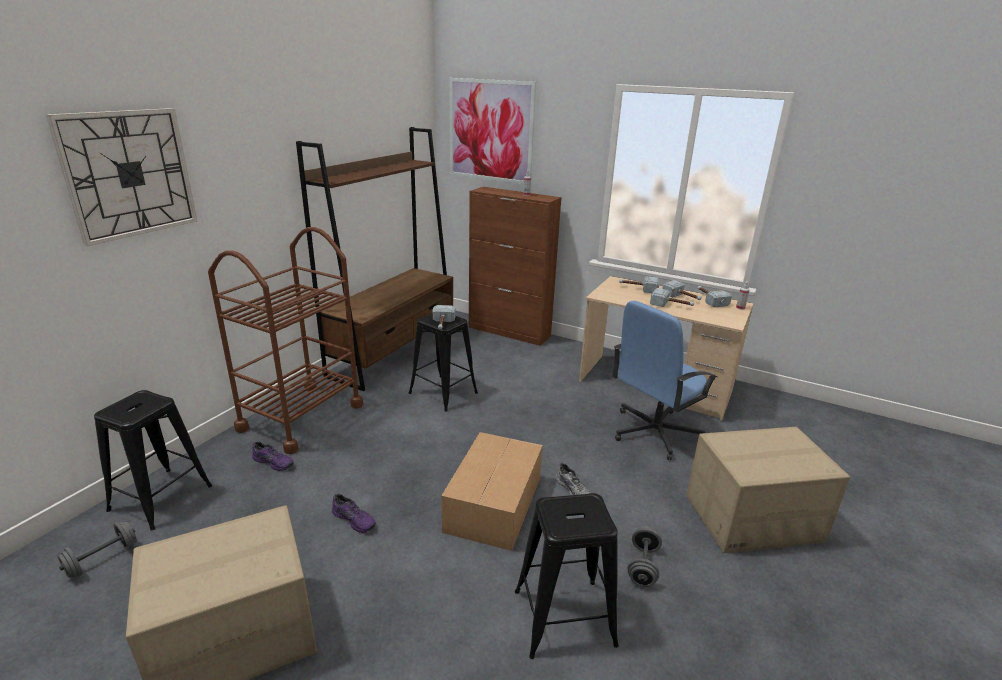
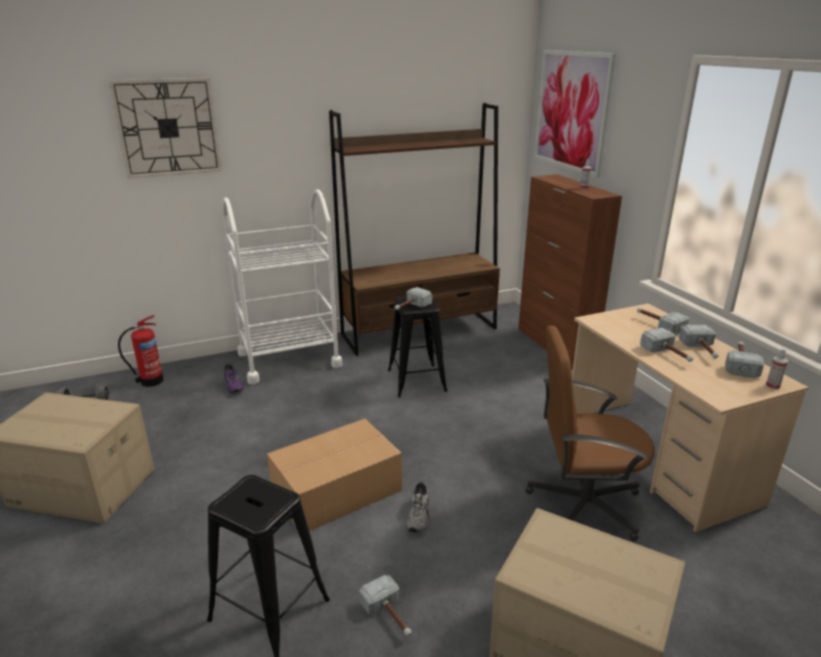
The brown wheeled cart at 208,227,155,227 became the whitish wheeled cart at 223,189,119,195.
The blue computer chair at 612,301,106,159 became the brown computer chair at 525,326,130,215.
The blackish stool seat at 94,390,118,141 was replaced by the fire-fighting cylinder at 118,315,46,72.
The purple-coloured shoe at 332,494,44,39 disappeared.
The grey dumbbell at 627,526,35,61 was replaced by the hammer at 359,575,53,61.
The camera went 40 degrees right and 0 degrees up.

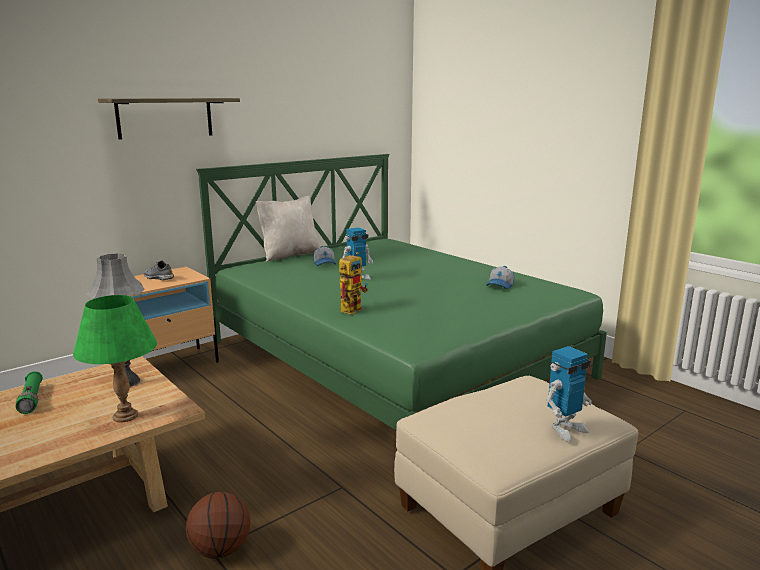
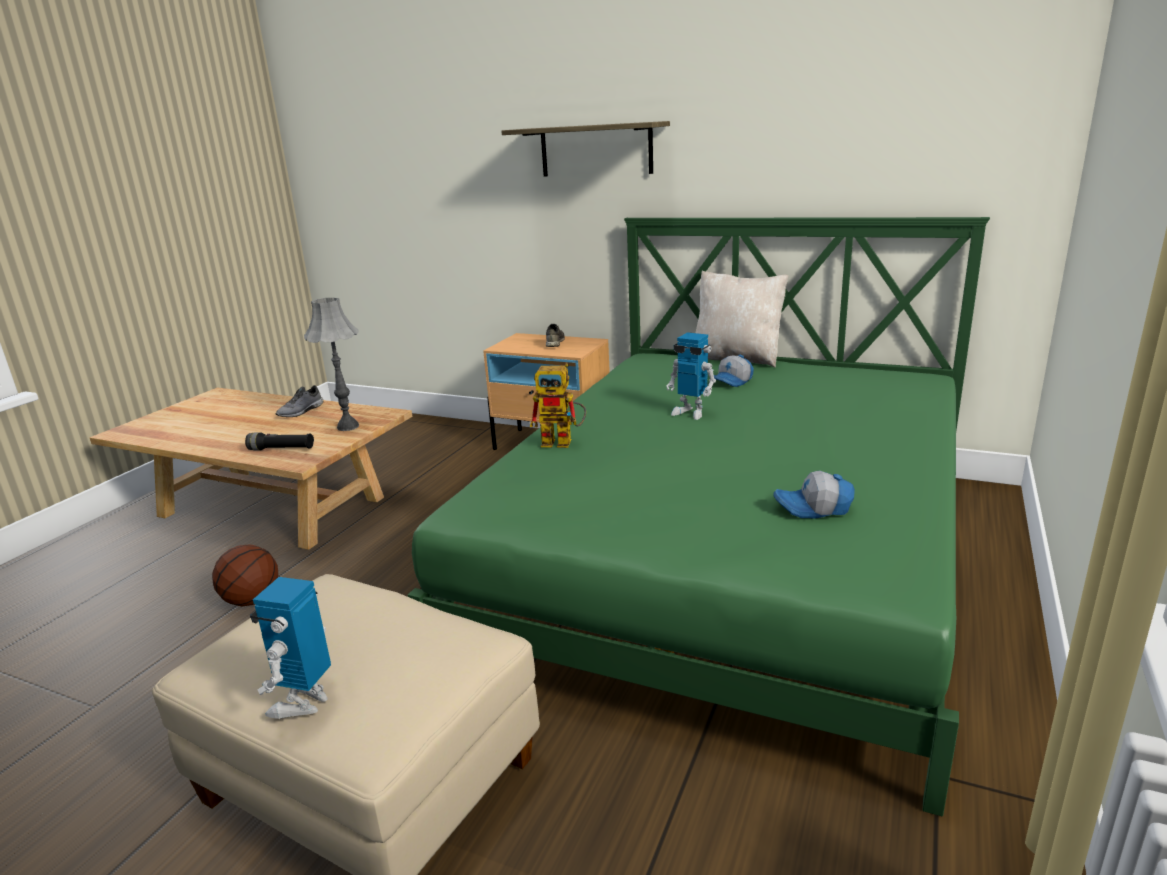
The green lamp for a table at 73,295,84,127 was replaced by the blackish flashlight at 245,432,69,18.
The robot figure at 546,346,46,95 turned 75 degrees clockwise.
The green flashlight at 16,371,27,43 was replaced by the grey shoe at 276,385,47,32.
The camera went 65 degrees right and 5 degrees up.

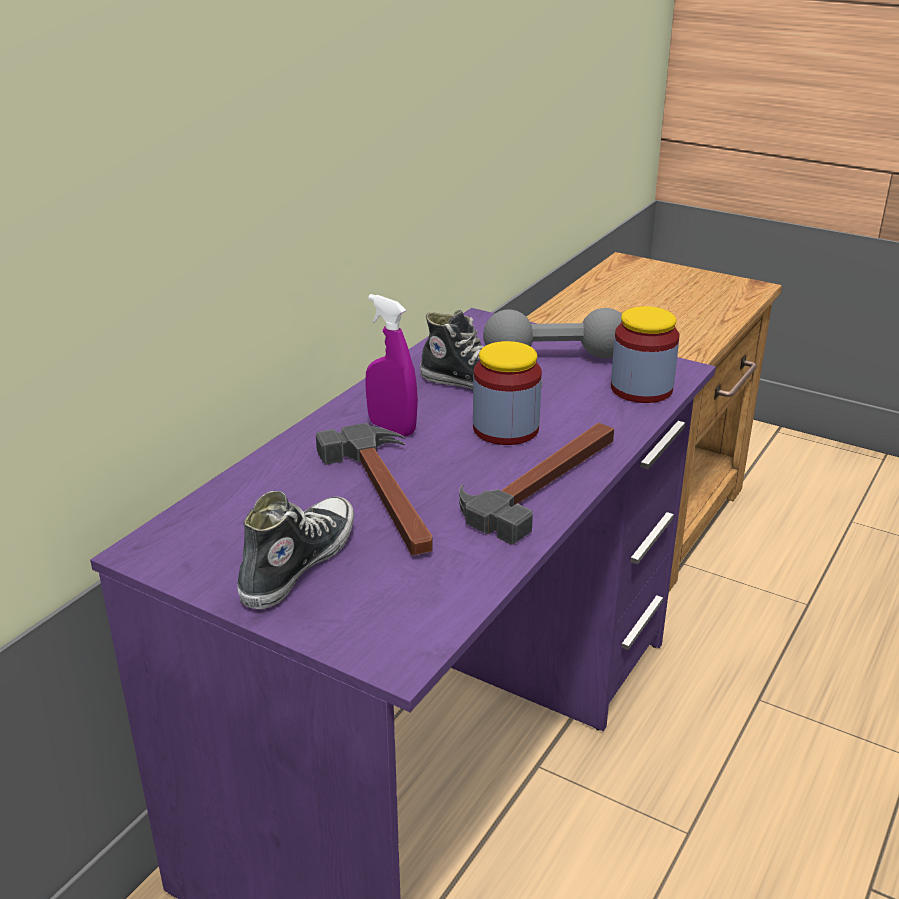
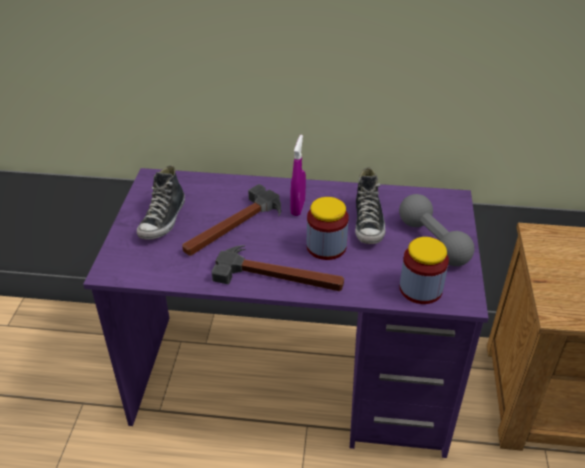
The shoe at 237,491,117,118 turned 105 degrees clockwise.
The camera went 65 degrees right and 10 degrees up.

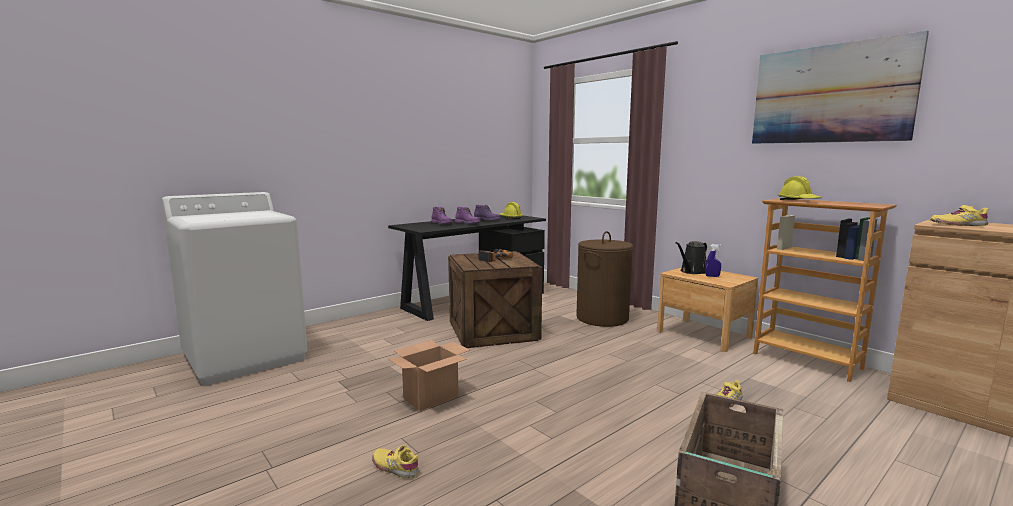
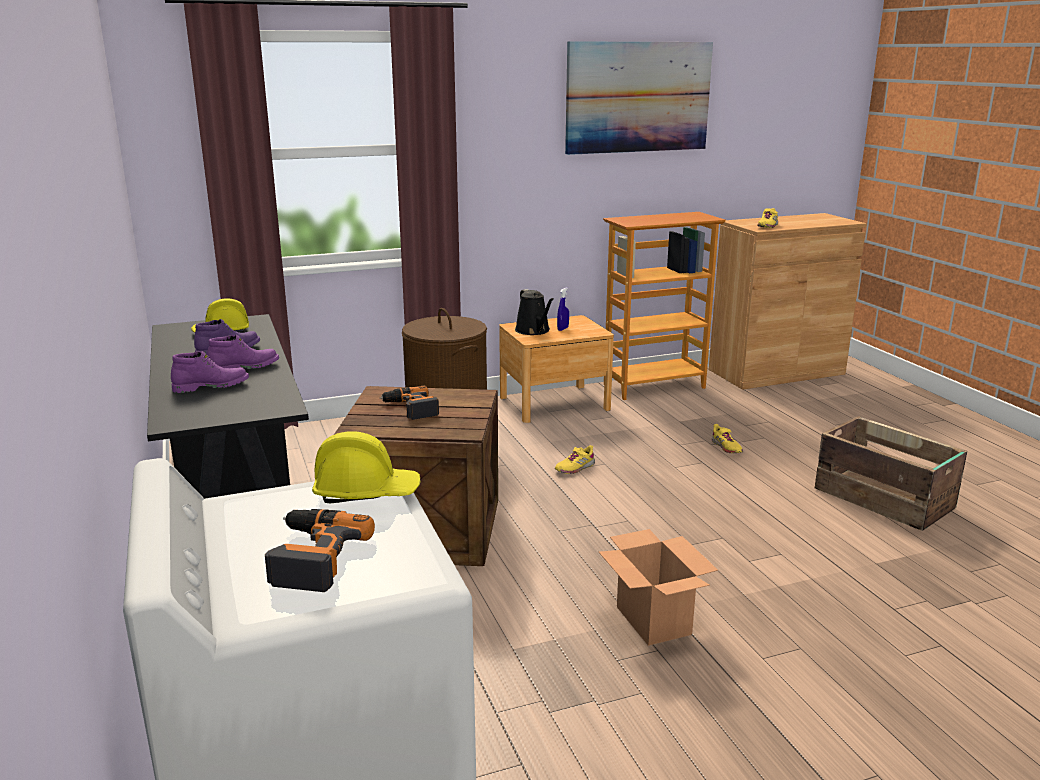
The yellow hard hat moved from 777,176,45,24 to 312,431,109,72.
The yellow shoe moved from 372,445,47,33 to 555,445,40,29.
The electric drill at 265,509,110,83 appeared.
The camera went 70 degrees left and 10 degrees up.

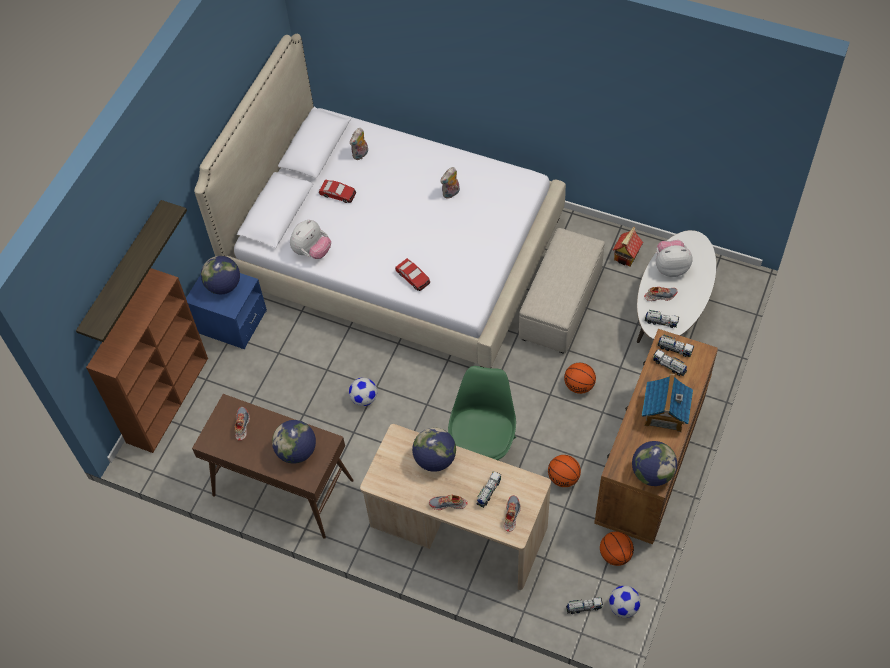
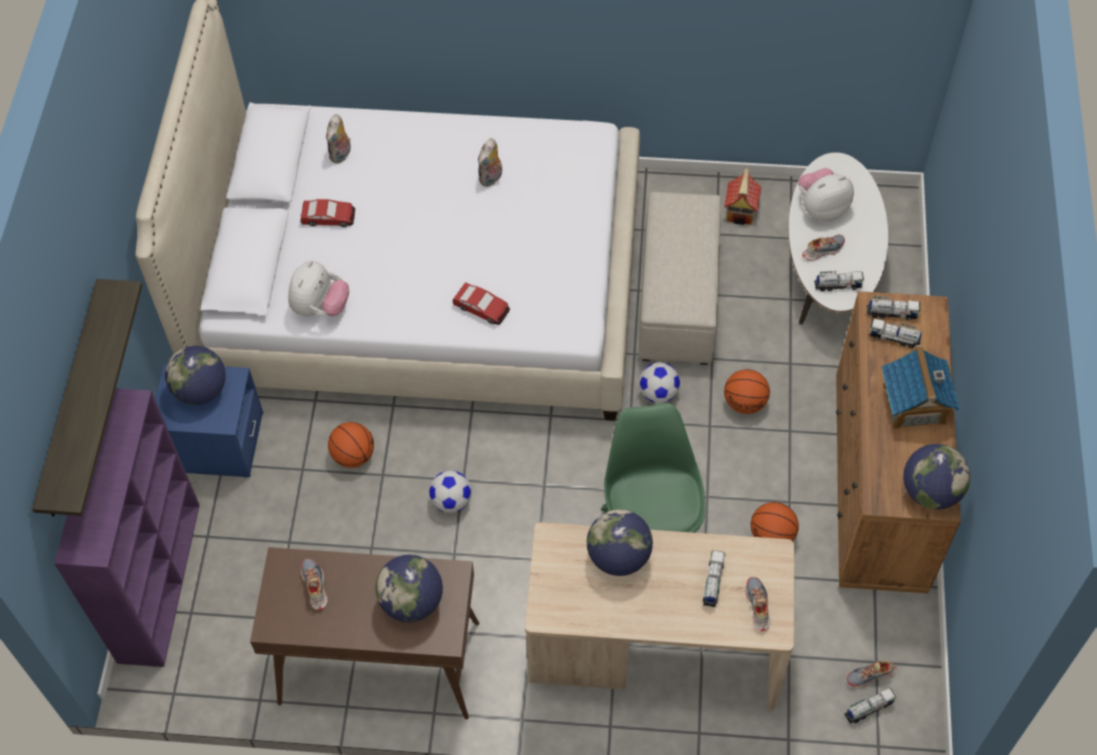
The brown shelving unit at 86,268,122,185 became the purple-coloured shelving unit at 54,388,146,279.
The shoe moved from 429,495,38,15 to 847,661,49,27.
The ball for basketball moved from 600,531,34,35 to 328,422,46,46.
The football moved from 609,586,32,32 to 639,362,41,41.
The camera went 20 degrees left and 0 degrees up.

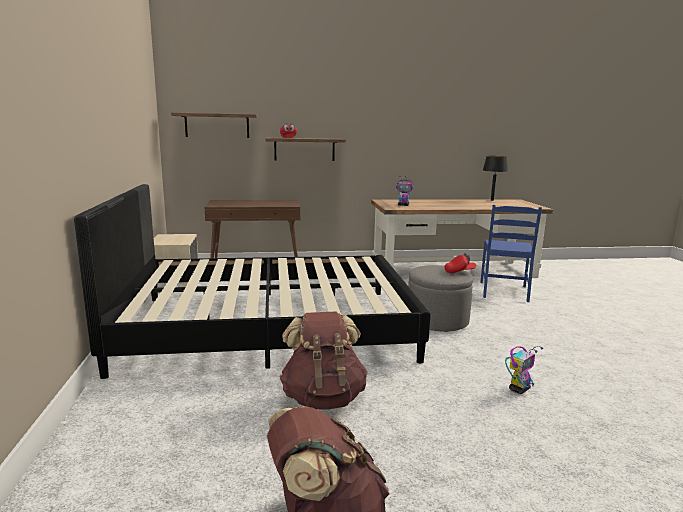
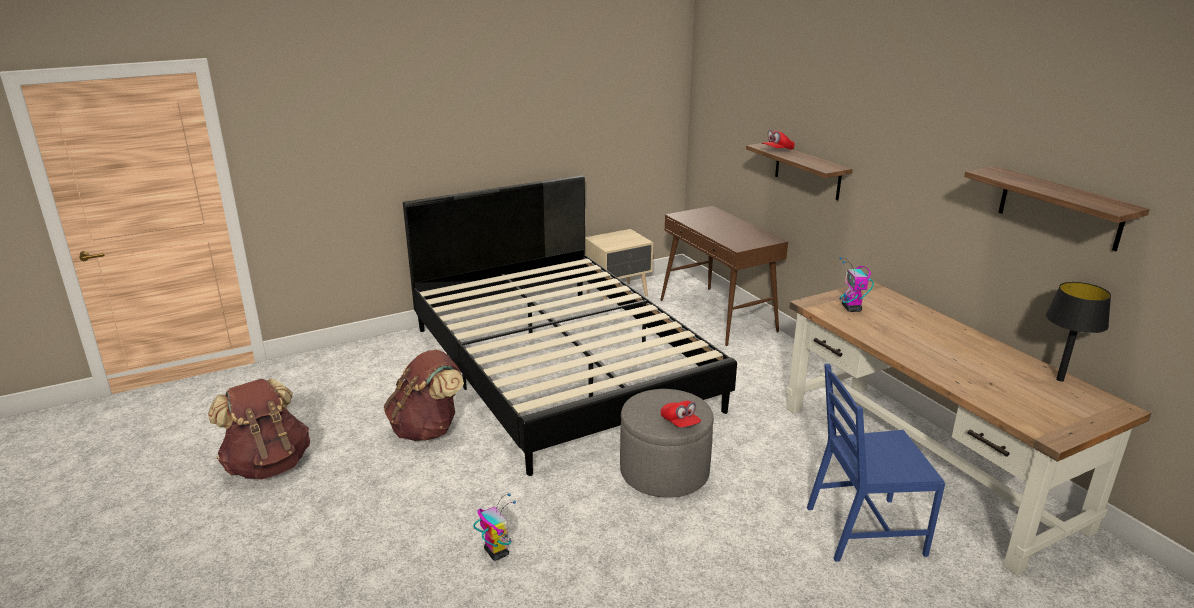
The wall shelf moved from 171,113,86,25 to 964,166,186,85.
The robot figure at 505,346,38,48 turned 150 degrees counterclockwise.
The camera went 70 degrees right and 10 degrees up.

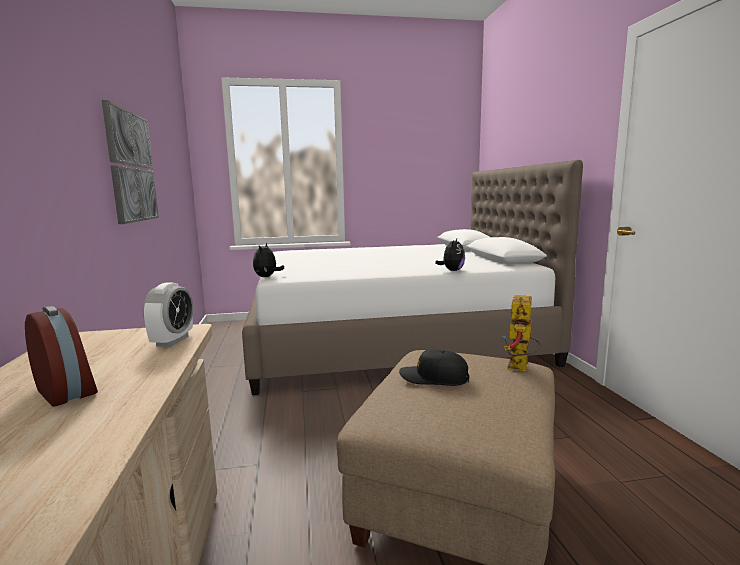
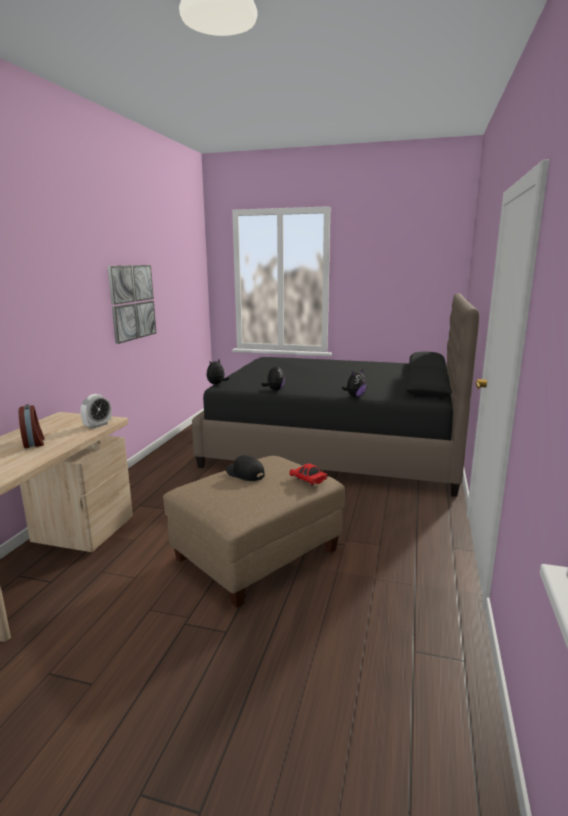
The whitish bed at 242,160,341,235 became the blackish bed at 192,293,287,204.
The robot figure at 502,295,39,76 was replaced by the red miniature car at 289,463,39,23.
The plush toy at 261,364,24,27 appeared.
The camera went 25 degrees right and 5 degrees up.

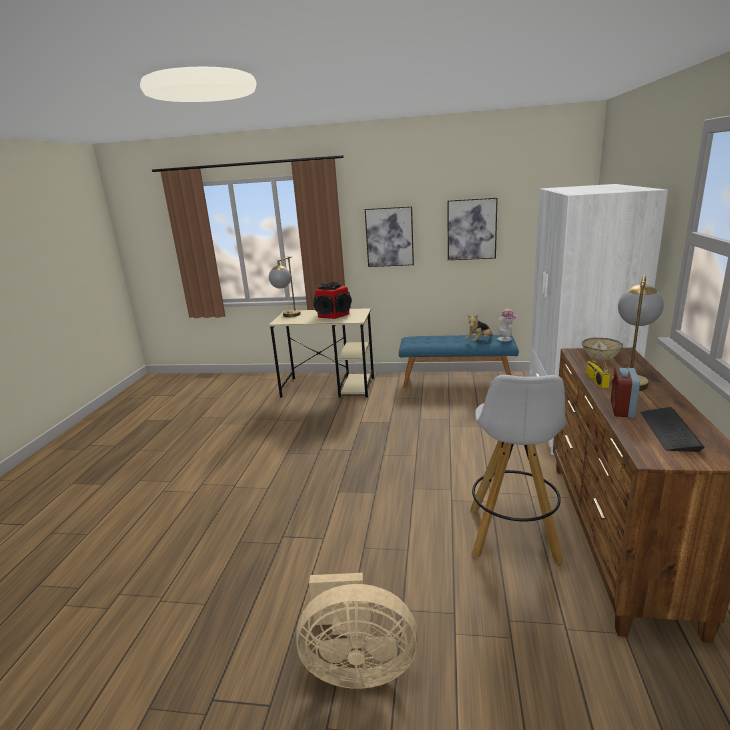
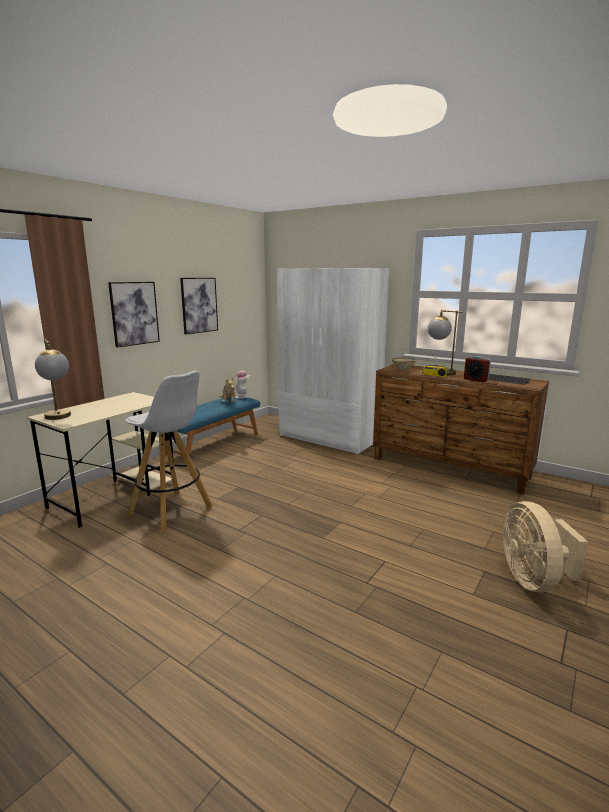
The speaker at 313,282,39,37 disappeared.
The whitish stool seat moved from 471,375,95,189 to 125,371,88,161.
The beige cooling fan at 296,573,122,116 turned 150 degrees clockwise.
The camera went 65 degrees left and 5 degrees down.

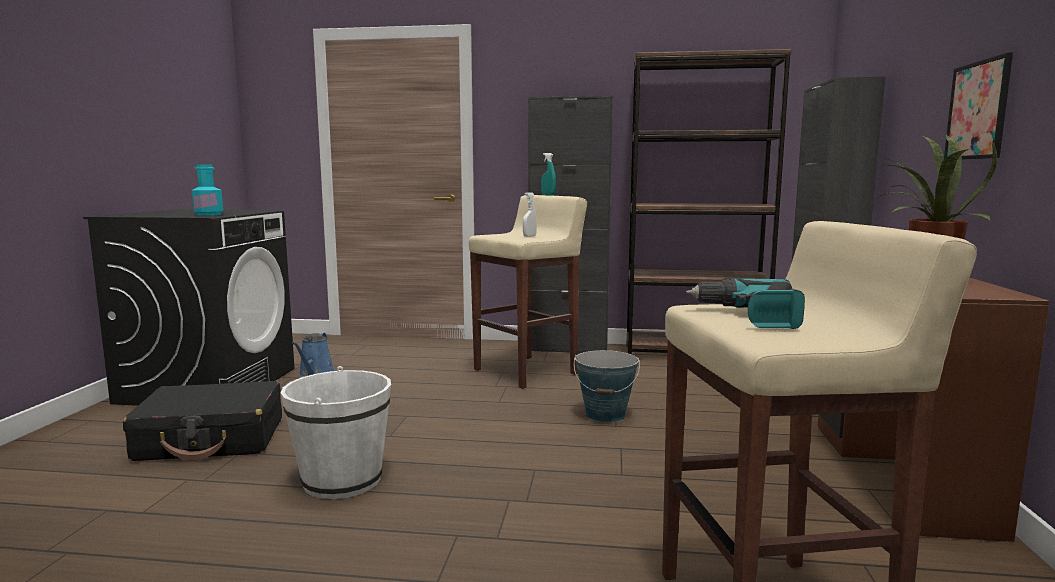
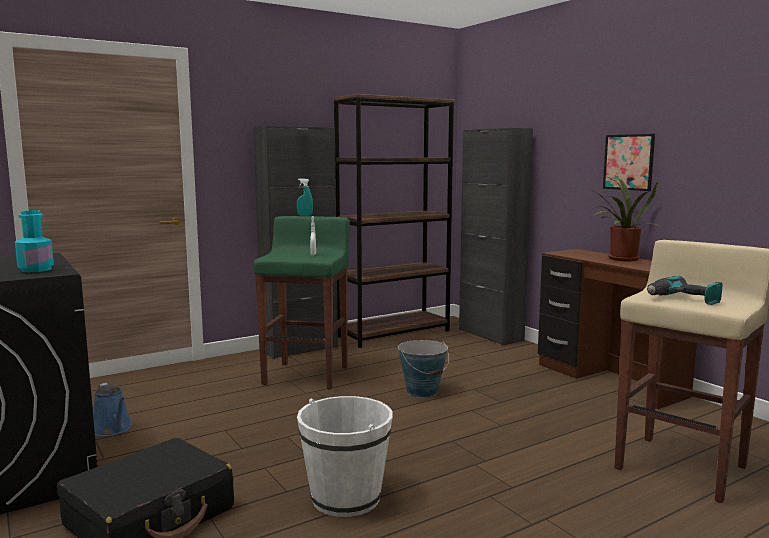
The beige stool seat at 469,195,118,194 became the green stool seat at 254,216,96,174.
The camera went 40 degrees left and 0 degrees up.

